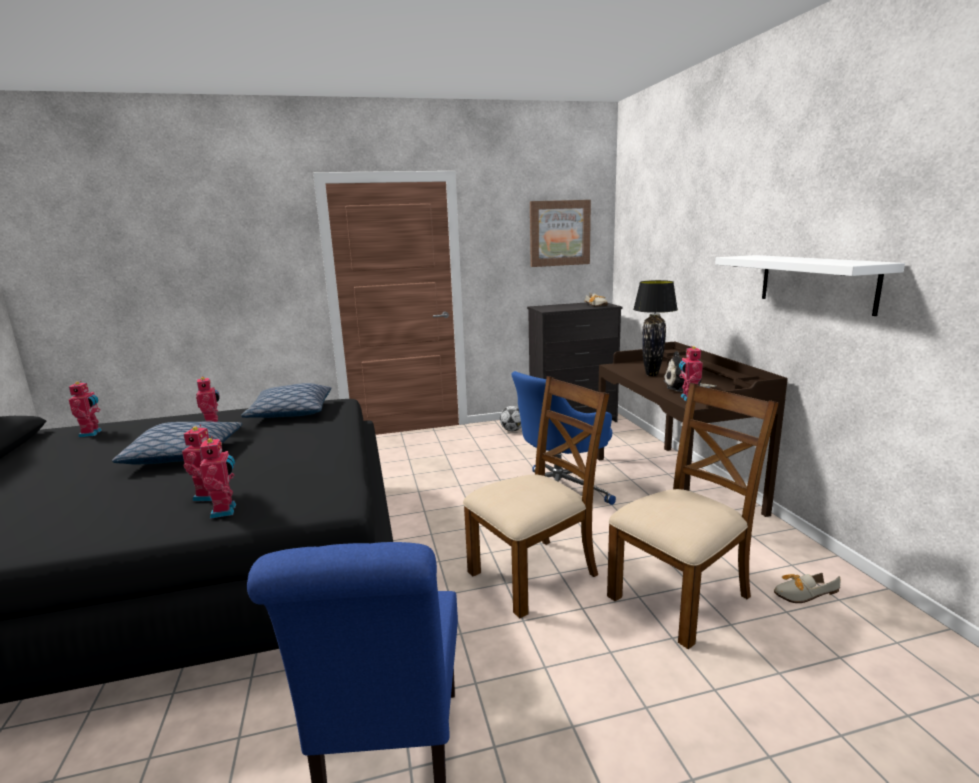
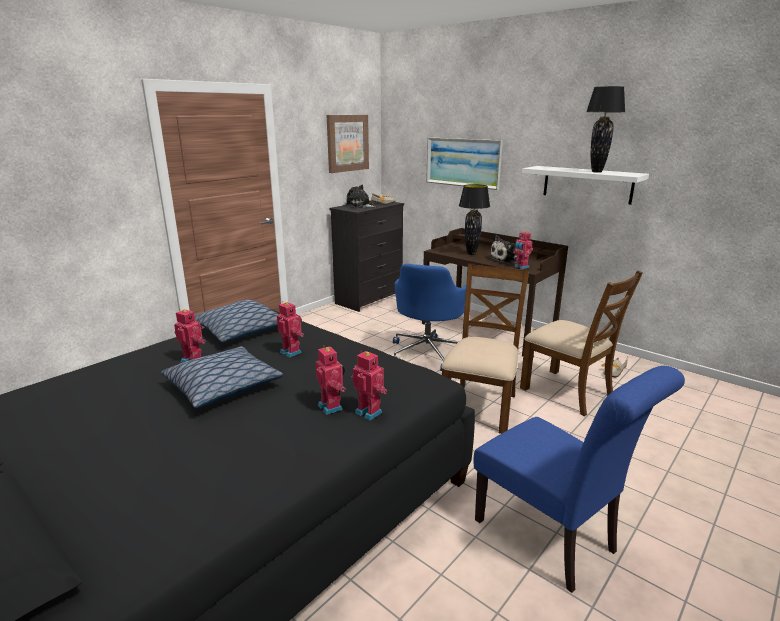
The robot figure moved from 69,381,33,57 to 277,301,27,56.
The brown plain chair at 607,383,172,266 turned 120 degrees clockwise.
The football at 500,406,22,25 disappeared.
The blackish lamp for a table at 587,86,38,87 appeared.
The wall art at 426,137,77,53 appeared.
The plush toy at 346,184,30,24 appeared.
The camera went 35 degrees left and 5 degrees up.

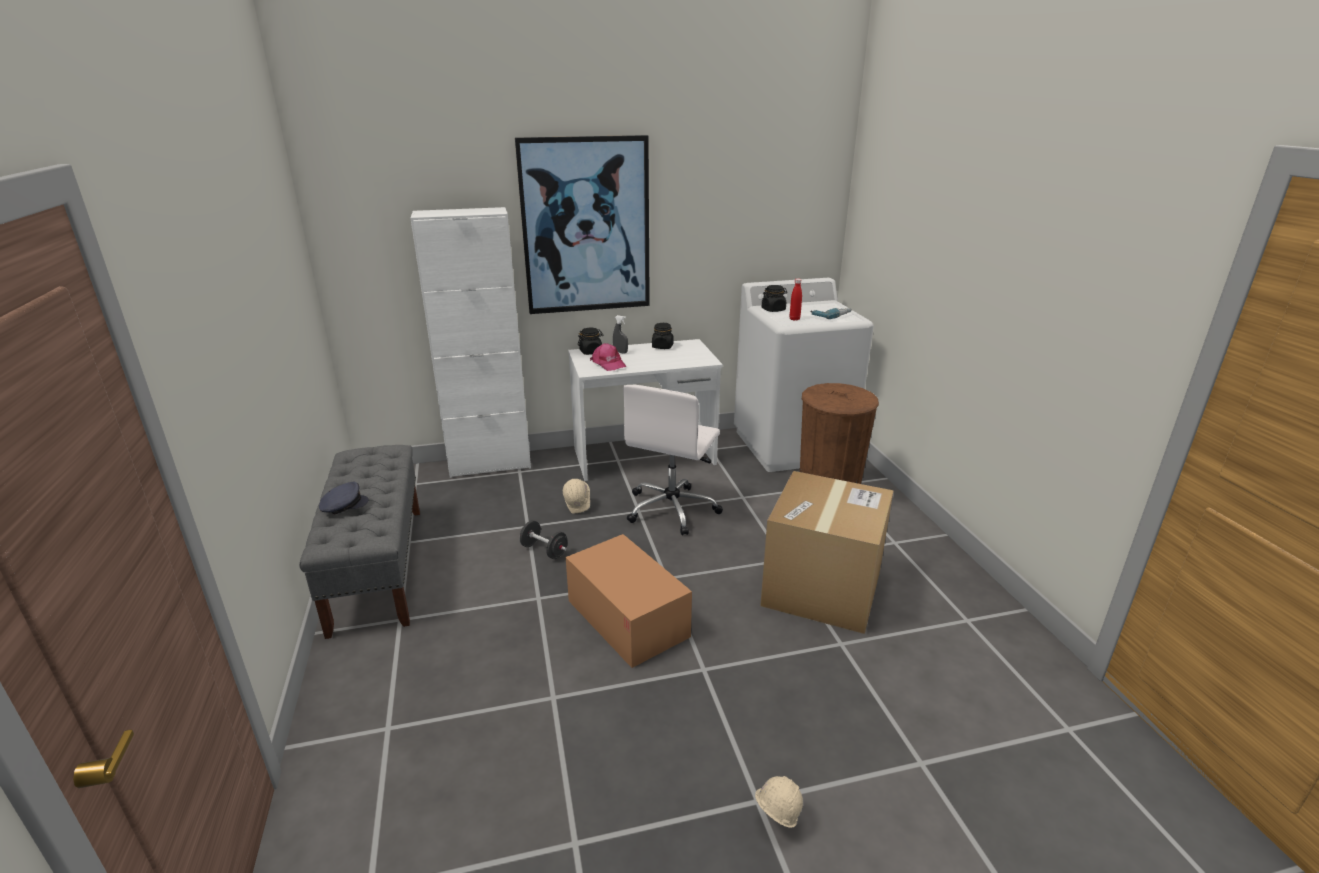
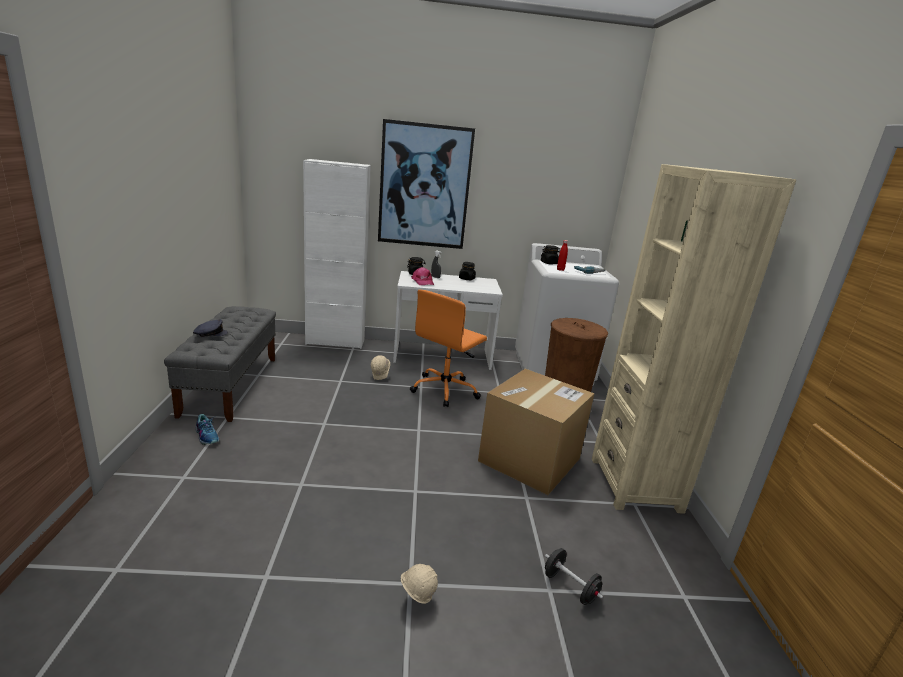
The whitish computer chair at 623,385,100,150 became the orange-coloured computer chair at 410,290,77,117.
The blackish dumbbell moved from 519,520,48,39 to 545,548,59,57.
The carton at 566,534,126,134 disappeared.
The beige shelving unit at 592,164,204,350 appeared.
The shoe at 195,414,24,31 appeared.
The camera went 10 degrees right and 5 degrees down.

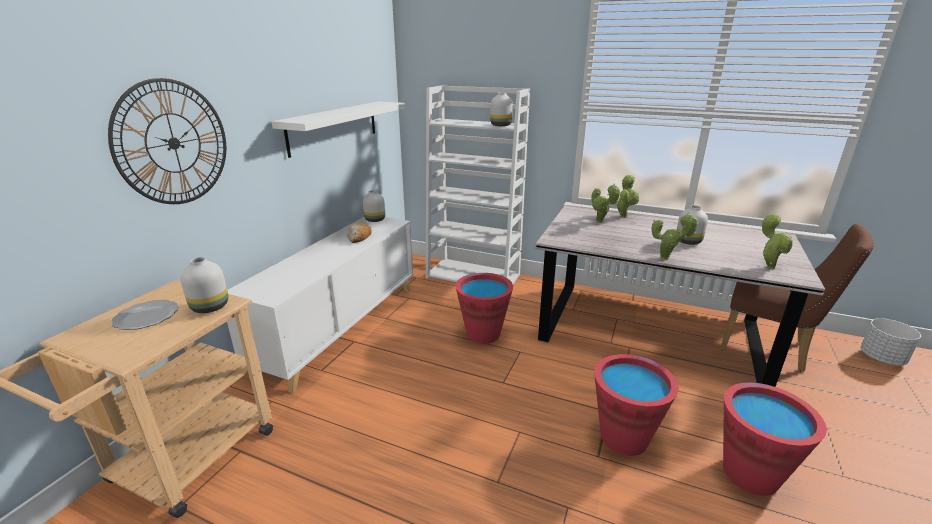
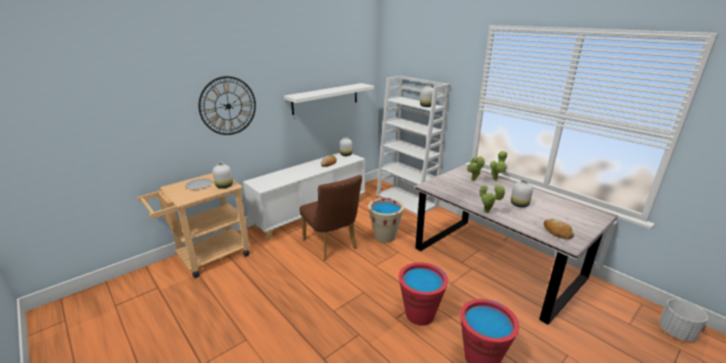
The potted plant at 762,213,31,56 was replaced by the bakery bread at 544,219,30,20.
The brown plain chair moved from 720,224,154,148 to 299,175,63,85.
The red pail at 455,273,58,71 became the beige pail at 368,198,36,45.
The camera went 25 degrees right and 0 degrees up.

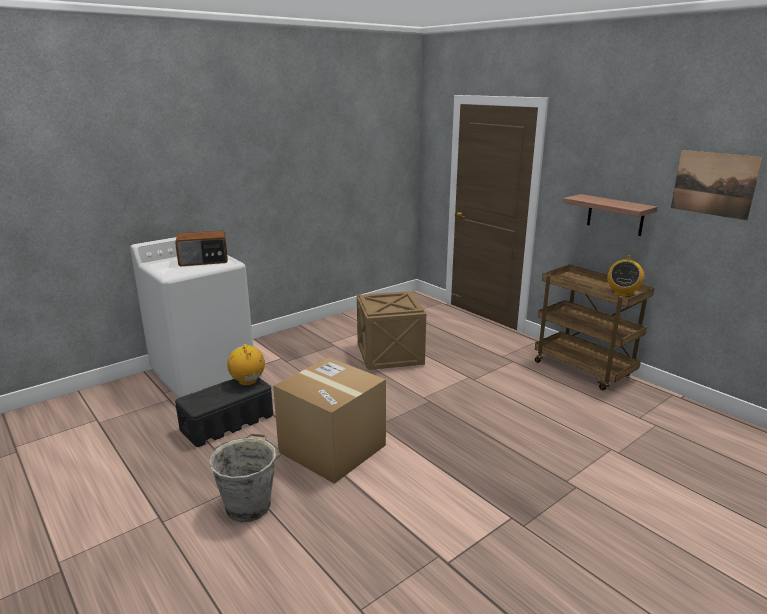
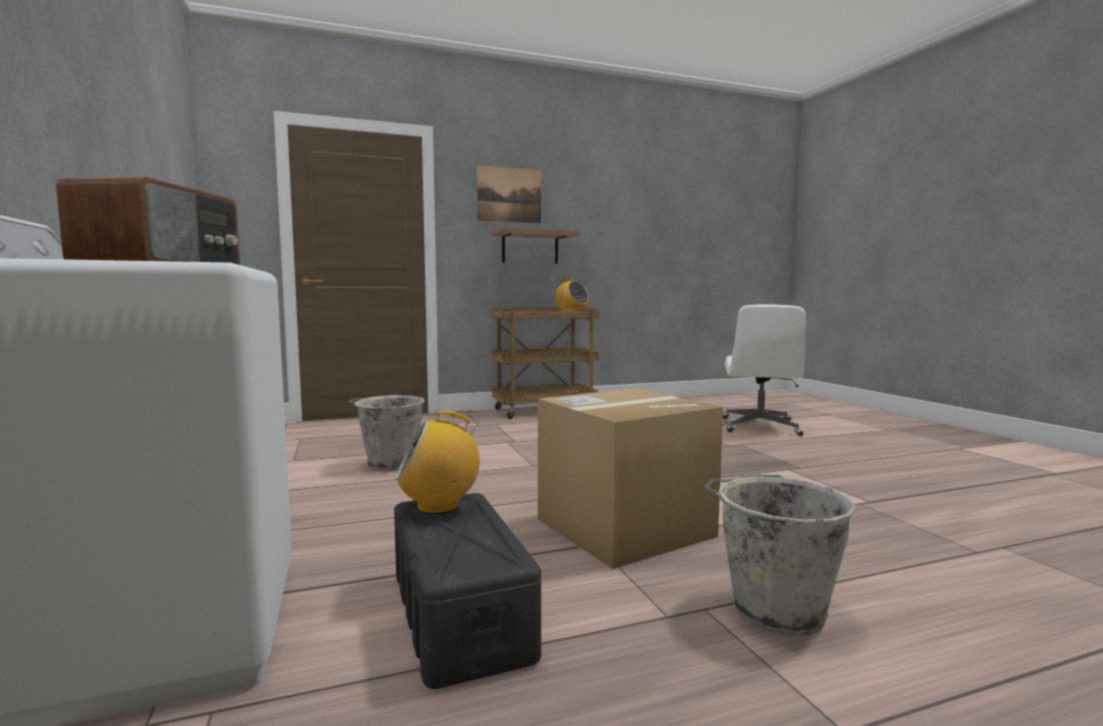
The wall art moved from 671,150,92,70 to 477,165,64,58.
The shipping crate at 357,291,69,79 was replaced by the grey pail at 348,395,77,76.
The whitish computer chair at 723,305,83,131 appeared.
The camera went 70 degrees left and 15 degrees down.

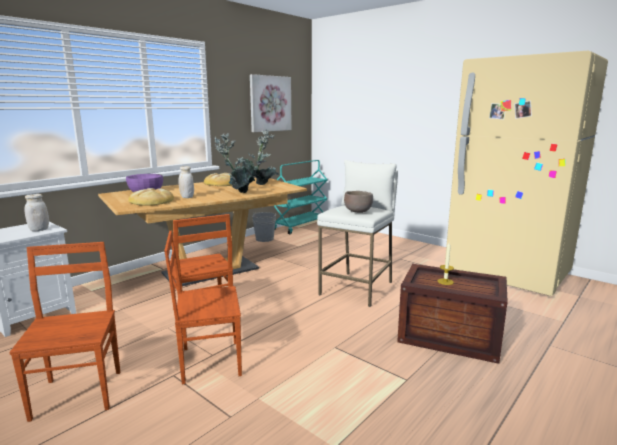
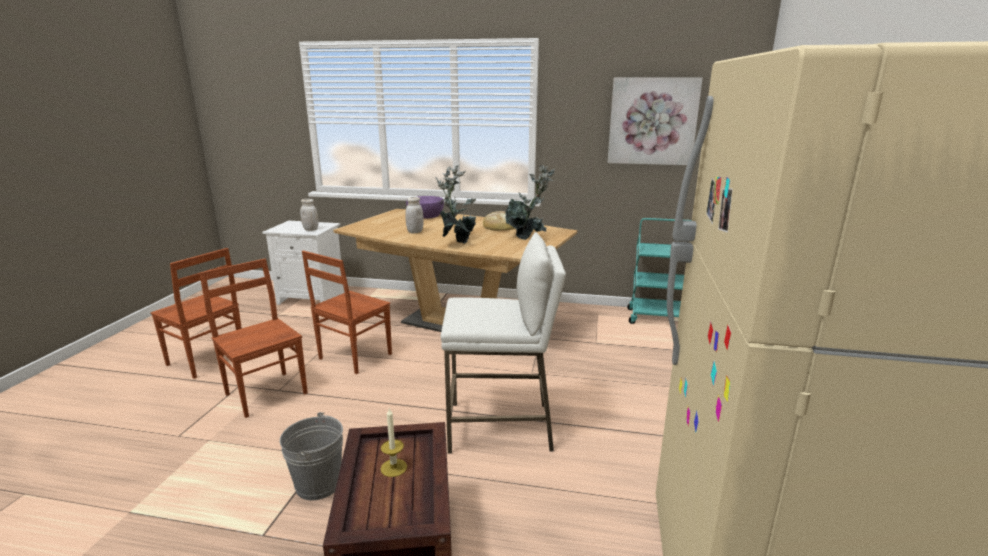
The bakery bread at 128,188,46,18 disappeared.
The brown bowl at 344,191,29,22 disappeared.
The grey pail moved from 252,212,24,30 to 280,412,63,88.
The brown plain chair at 9,242,111,180 turned 75 degrees clockwise.
The camera went 60 degrees right and 5 degrees up.

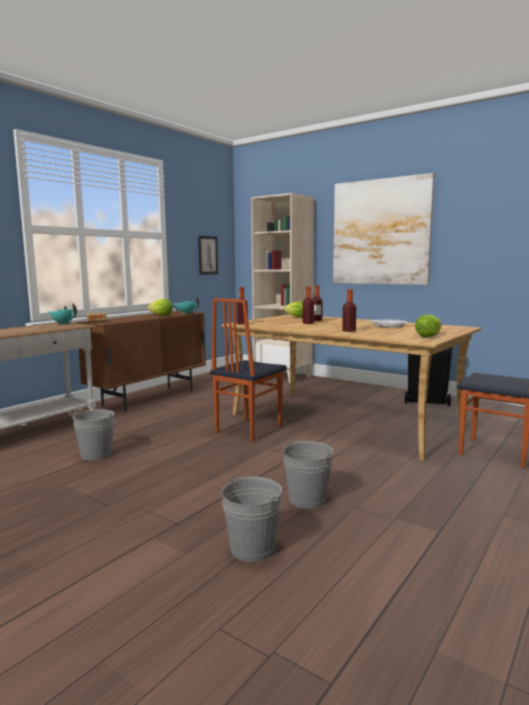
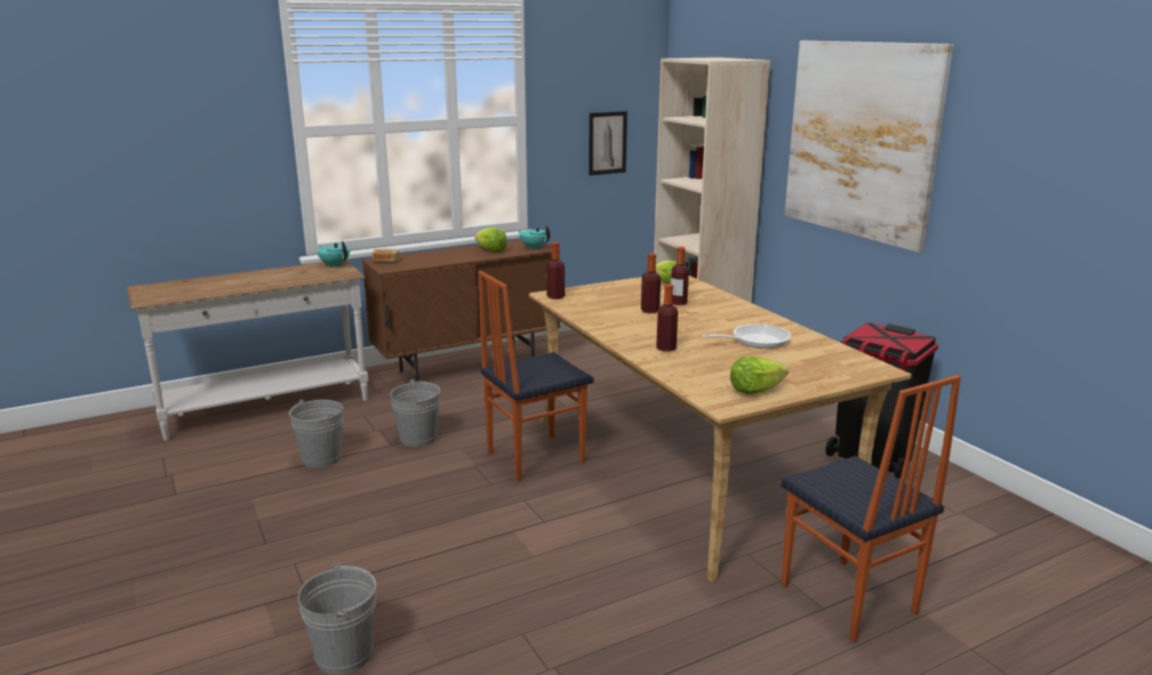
The grey pail moved from 283,441,50,68 to 390,379,50,68.
The camera went 25 degrees right and 10 degrees up.

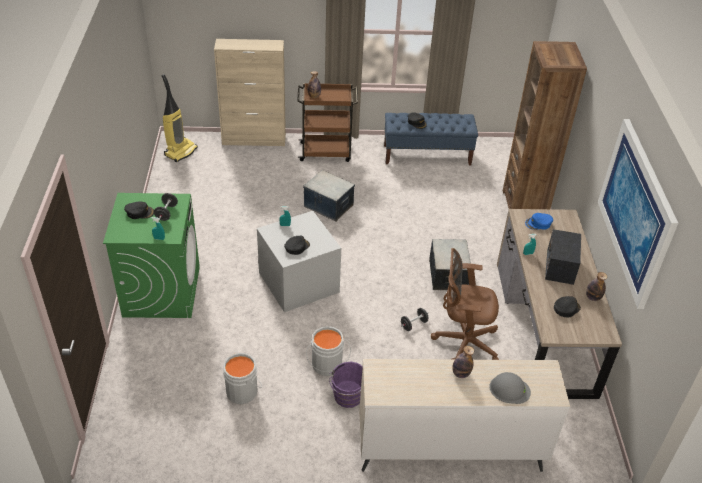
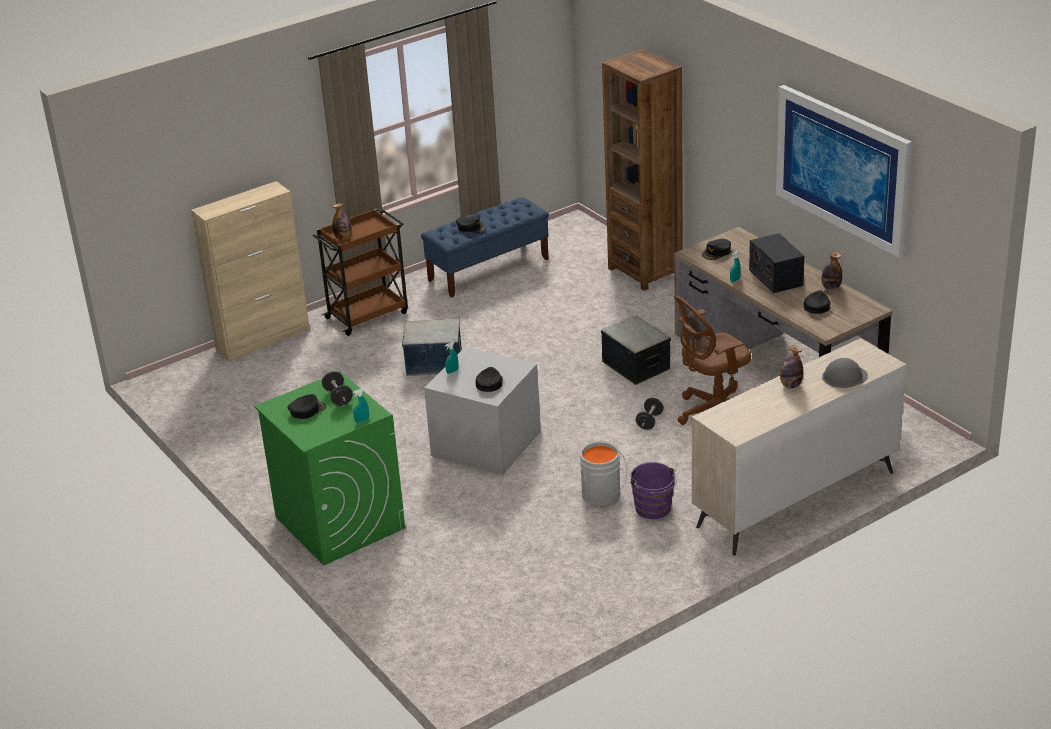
The vacuum at 162,74,36,88 disappeared.
The blue cap at 525,213,28,17 became the blackish cap at 702,239,29,21.
The grey pail at 223,353,39,51 disappeared.
The camera went 30 degrees left and 10 degrees down.

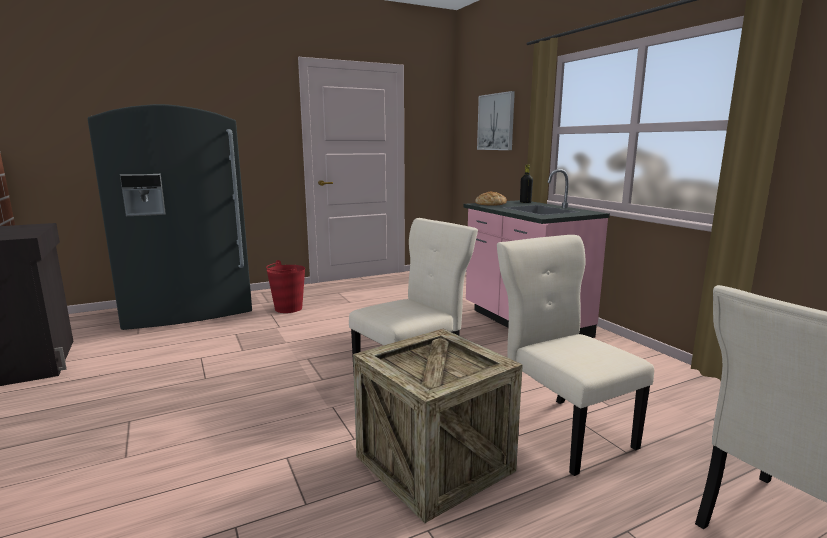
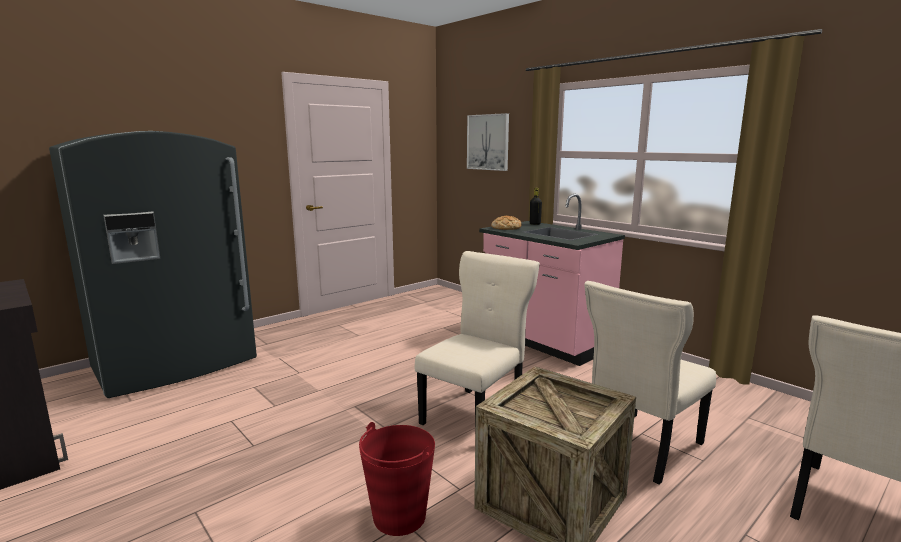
The beige plain chair at 497,235,157,241 turned 90 degrees counterclockwise.
The red pail moved from 266,260,39,53 to 359,422,76,114.
The camera went 15 degrees left and 0 degrees up.

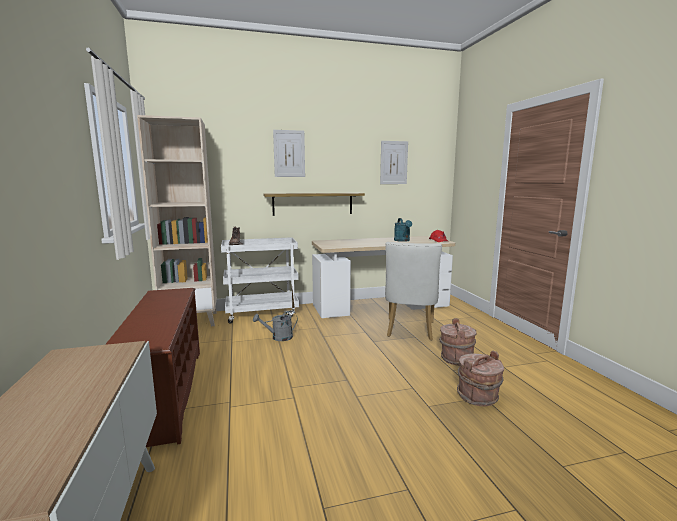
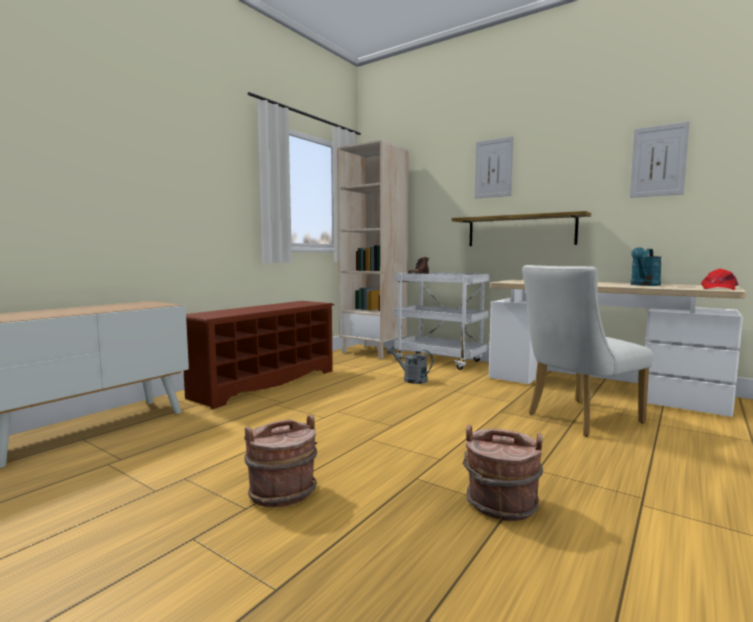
The brown pail moved from 439,318,38,48 to 244,415,73,92.
The camera went 50 degrees right and 5 degrees down.

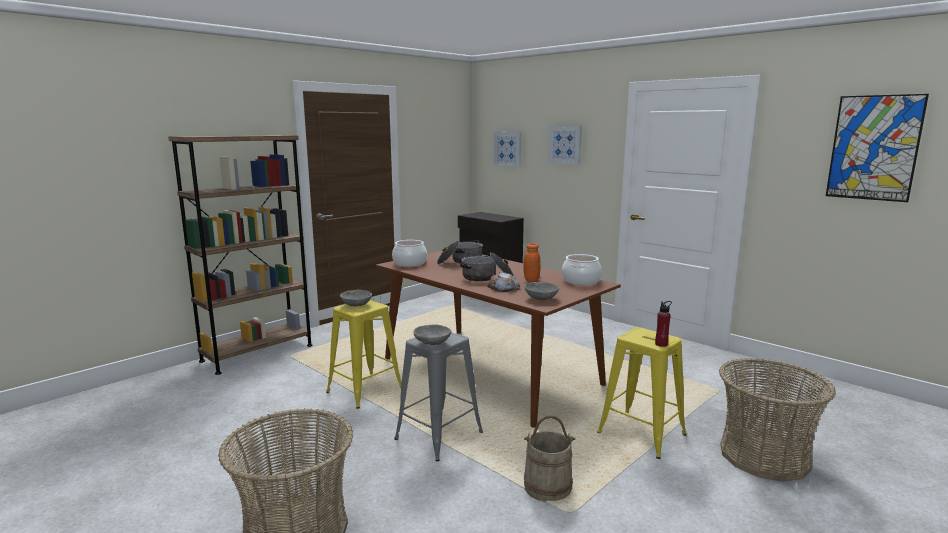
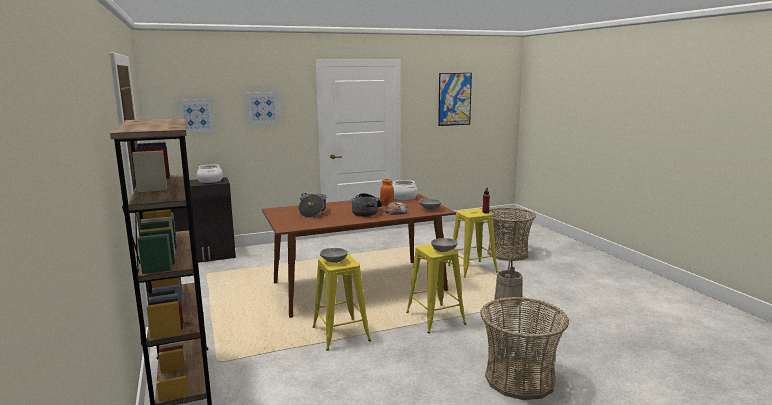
The saucepot moved from 392,240,35,27 to 197,164,26,19.
The grey stool seat at 394,332,89,129 became the yellow stool seat at 406,244,60,89.
The camera went 65 degrees left and 0 degrees up.

